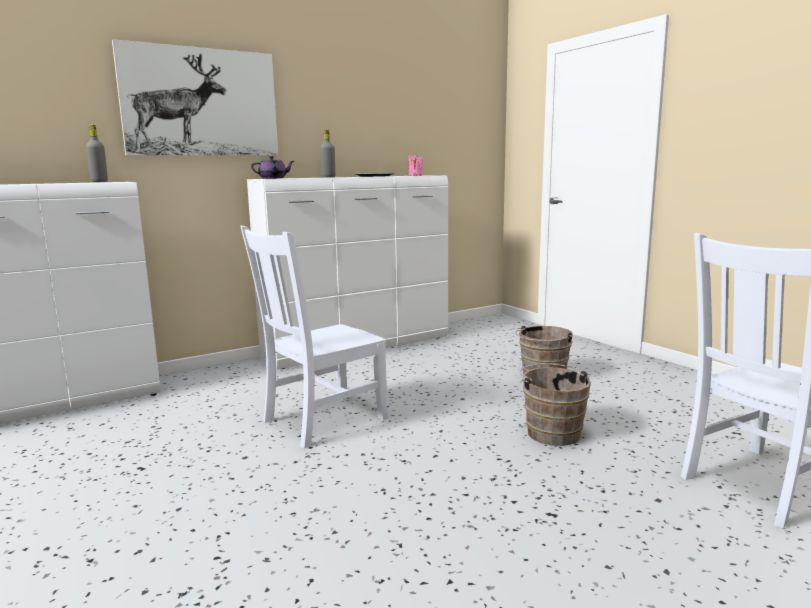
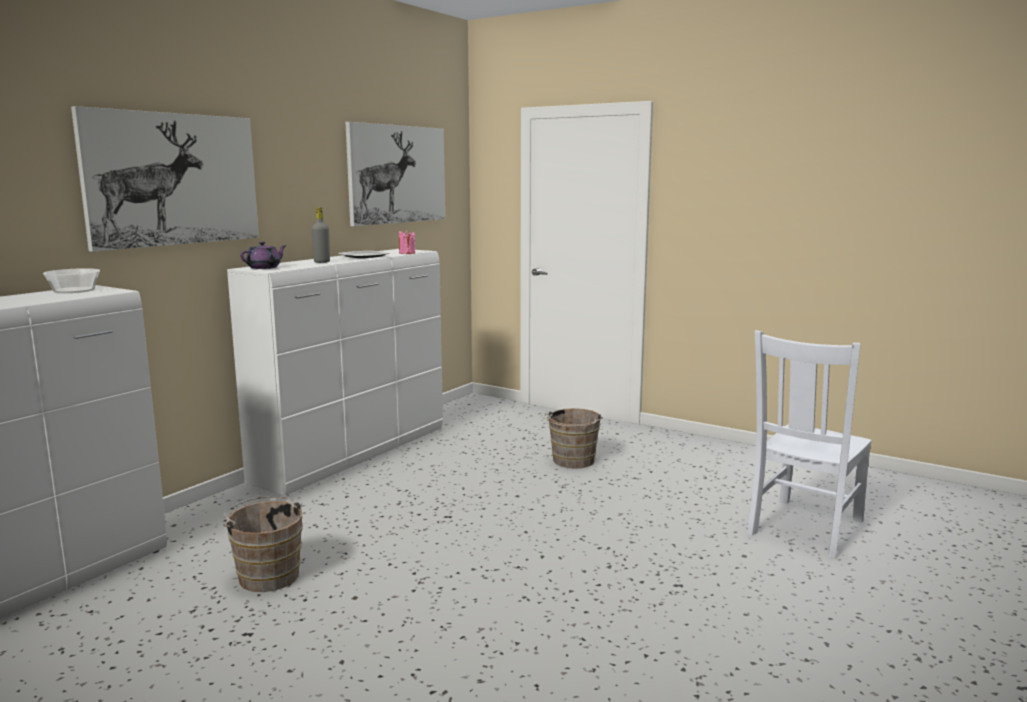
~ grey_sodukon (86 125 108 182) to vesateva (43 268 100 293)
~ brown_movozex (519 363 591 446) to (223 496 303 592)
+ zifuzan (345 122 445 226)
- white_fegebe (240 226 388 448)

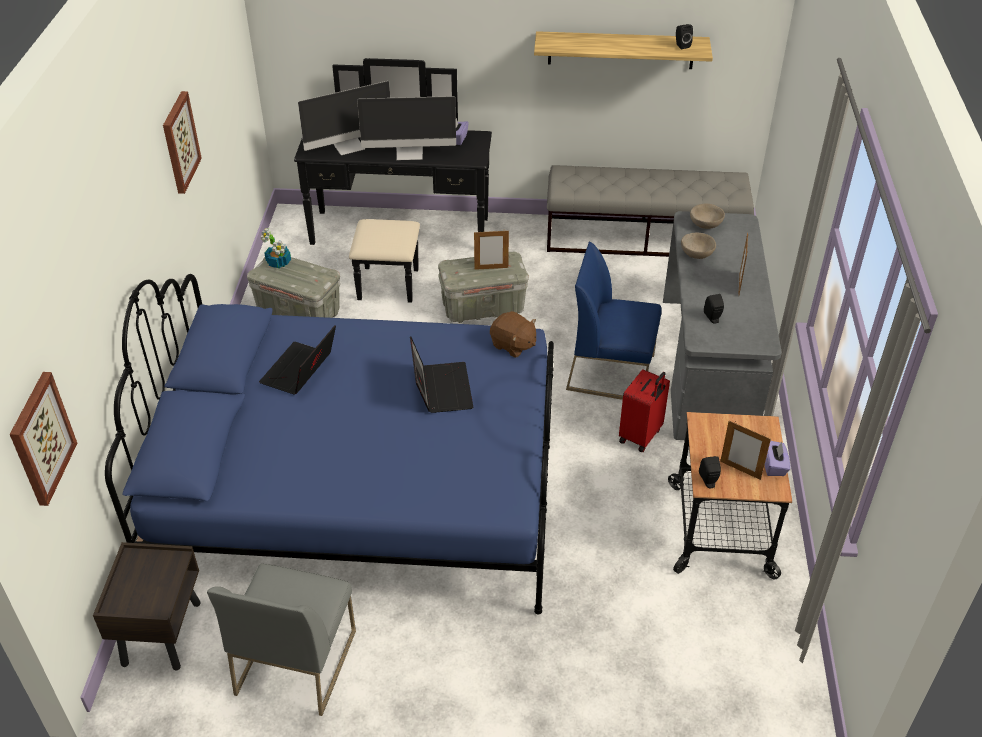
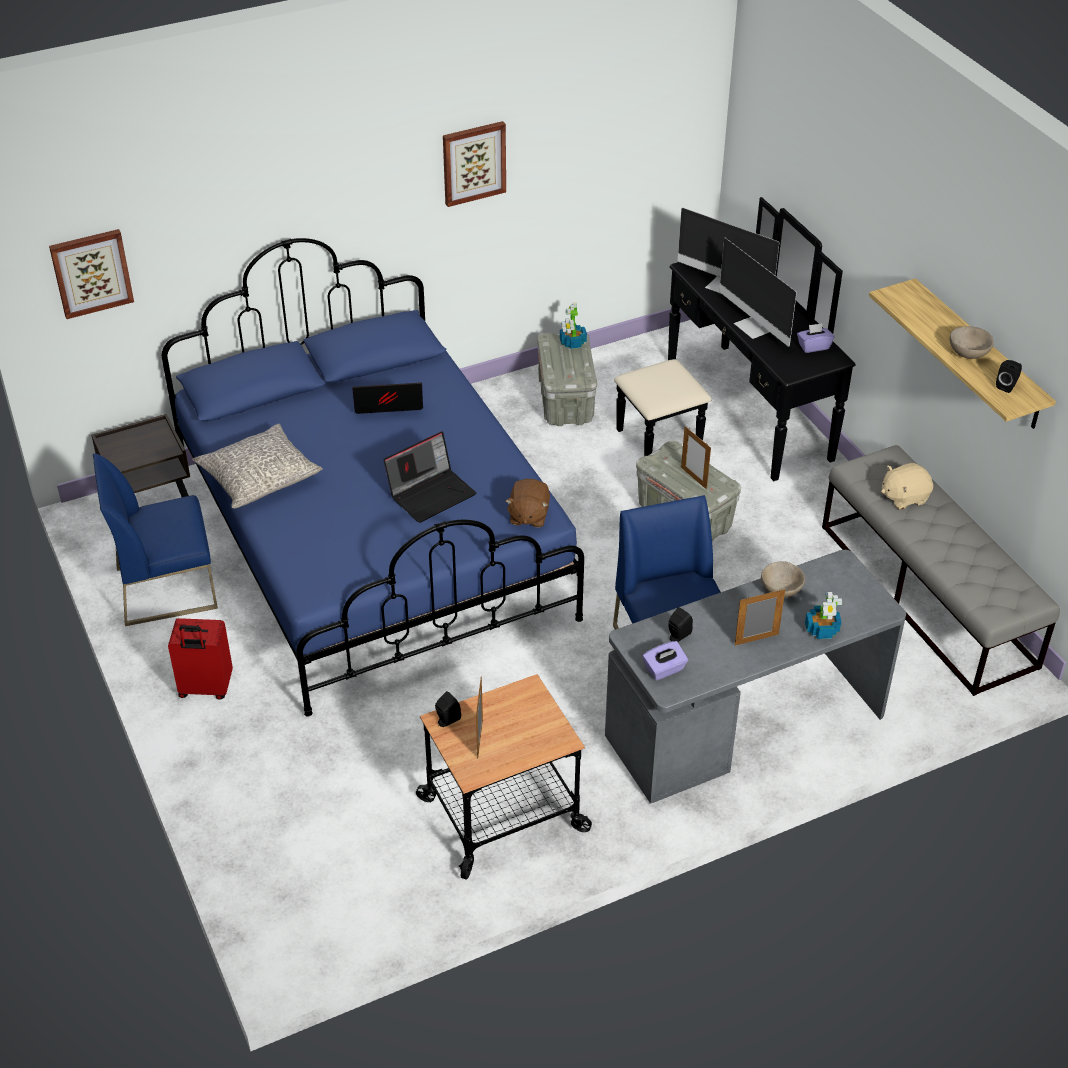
~ grey_fegebe (207 564 356 716) to blue_fegebe (93 454 218 626)
~ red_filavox (619 369 670 452) to (168 618 233 700)
+ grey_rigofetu (192 424 323 509)
~ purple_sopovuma (765 441 790 476) to (642 641 688 681)
+ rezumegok (805 592 842 639)
+ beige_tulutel (881 463 933 510)
~ beige_vesateva (690 204 725 229) to (950 326 994 359)

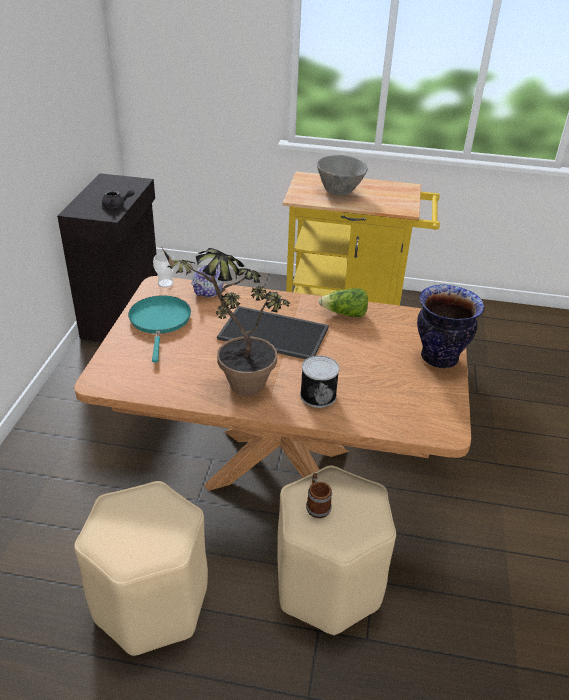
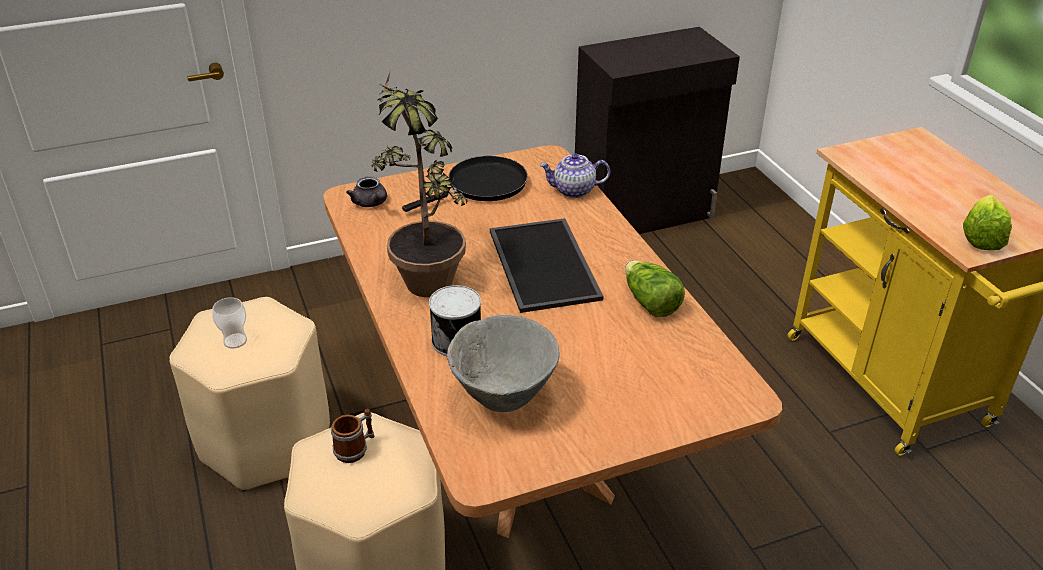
~ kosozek (153 253 175 288) to (212 297 247 349)
~ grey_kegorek (102 189 135 208) to (346 176 387 207)
~ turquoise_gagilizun (128 295 191 362) to black_gagilizun (402 156 528 212)
~ grey_vesateva (317 155 368 196) to (447 315 560 412)
+ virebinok (963 194 1012 250)
- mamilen (417 284 484 368)

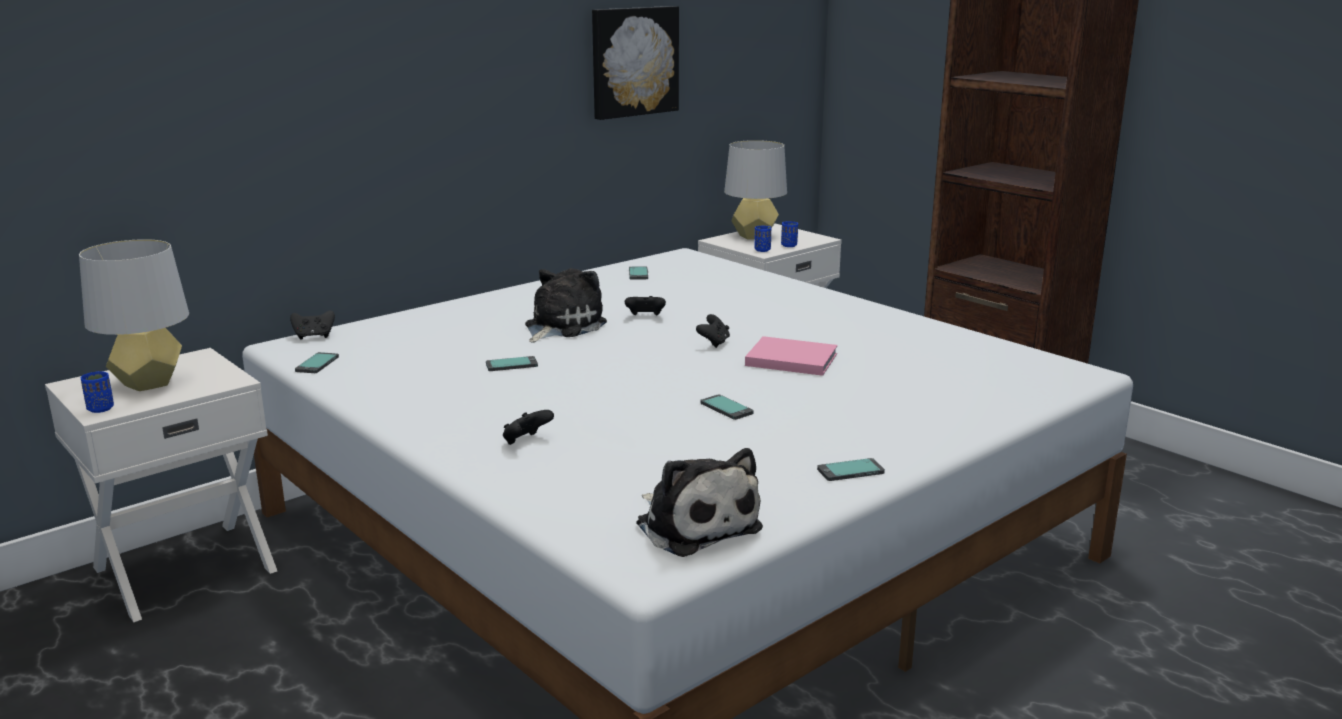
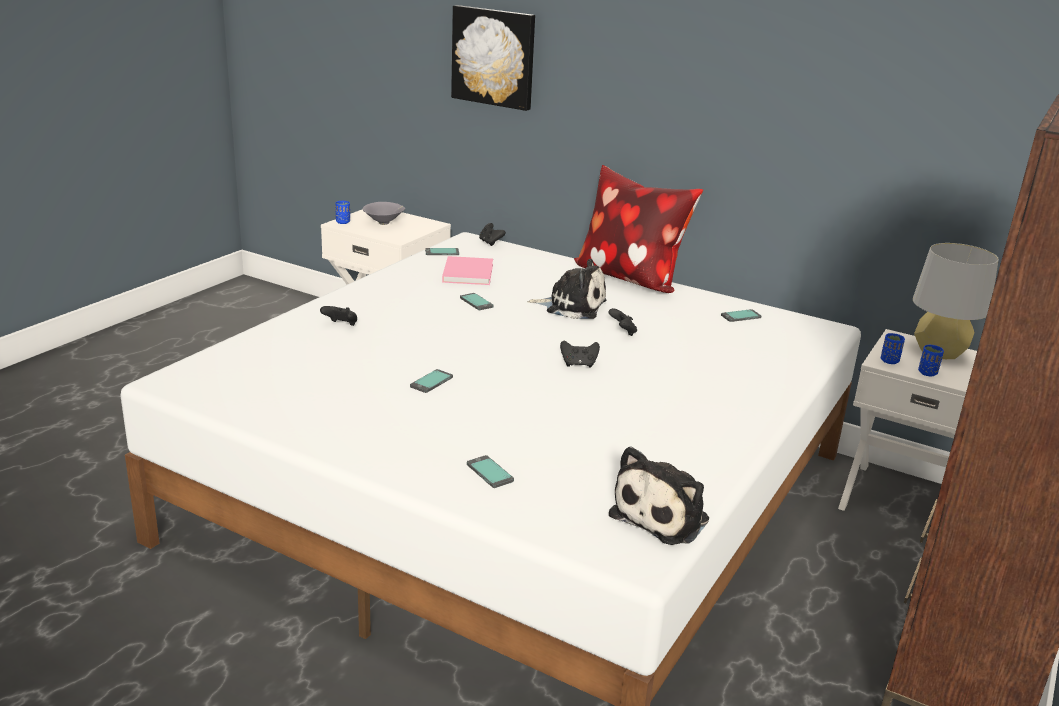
~ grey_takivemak (79 239 189 391) to grey_vesateva (362 202 405 225)
~ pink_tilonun (745 336 838 376) to (442 256 493 285)
~ zifuzan (592 6 679 120) to (451 5 535 111)
~ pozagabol (817 458 885 481) to (467 455 514 488)
+ rigofetu (574 165 703 293)
~ tulutel (636 448 763 557) to (609 446 709 545)

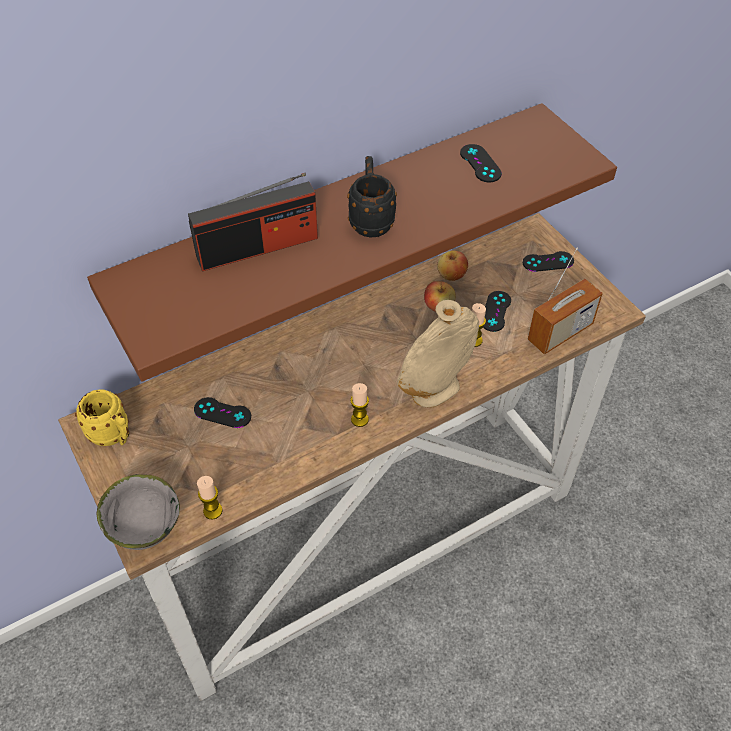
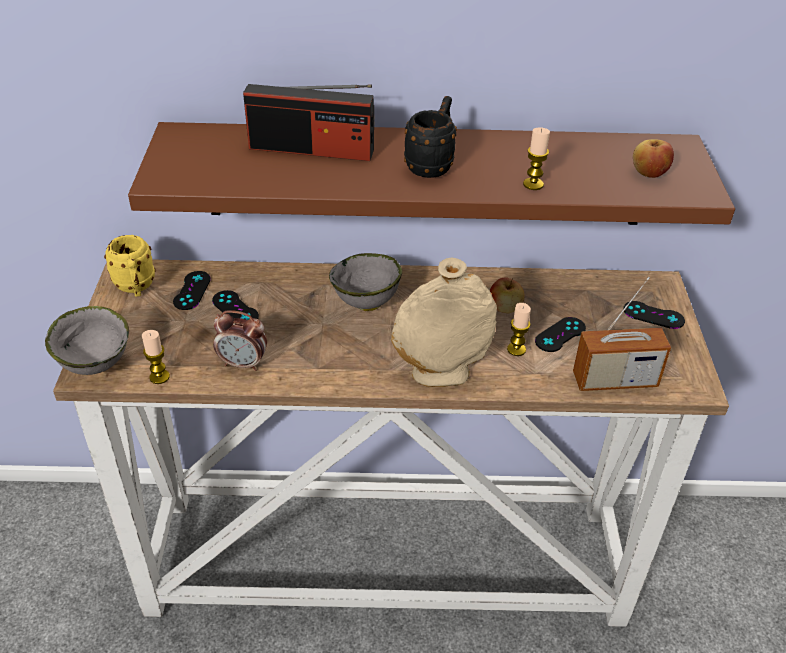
~ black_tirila (460 144 502 182) to (173 271 211 310)
+ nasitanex (213 310 267 371)
+ grey_vesateva (329 253 402 311)
~ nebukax (350 383 369 427) to (523 127 550 190)
~ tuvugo (437 251 468 281) to (633 139 674 178)

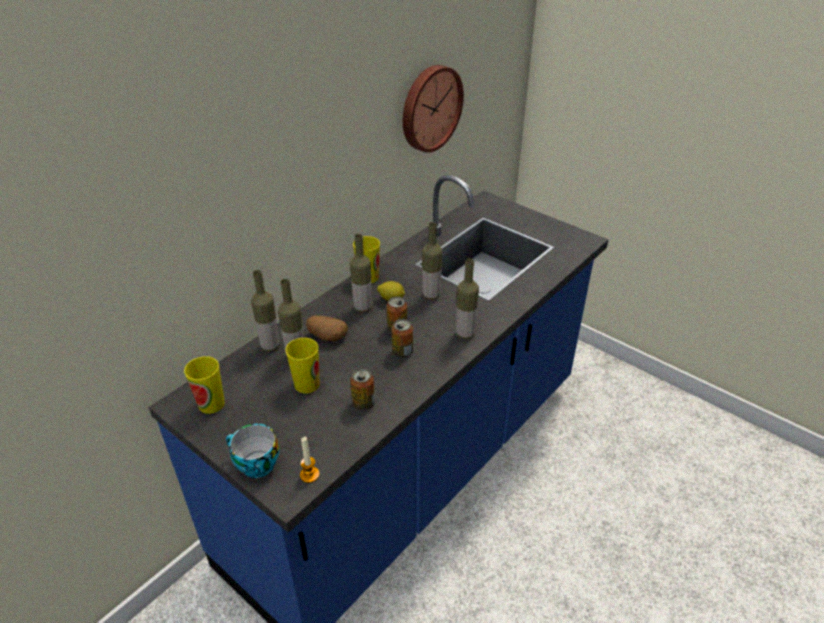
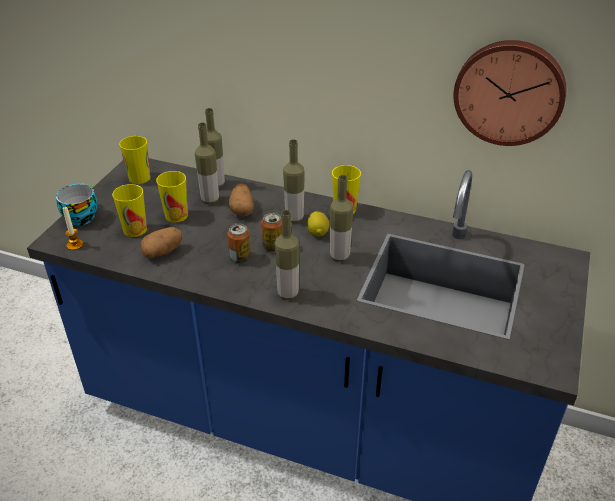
+ kosozek (112 184 147 237)
~ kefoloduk (350 369 375 410) to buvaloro (141 227 182 258)

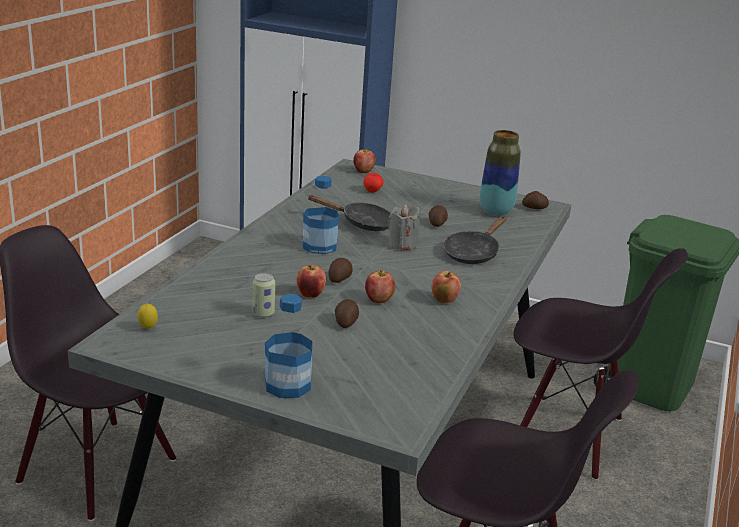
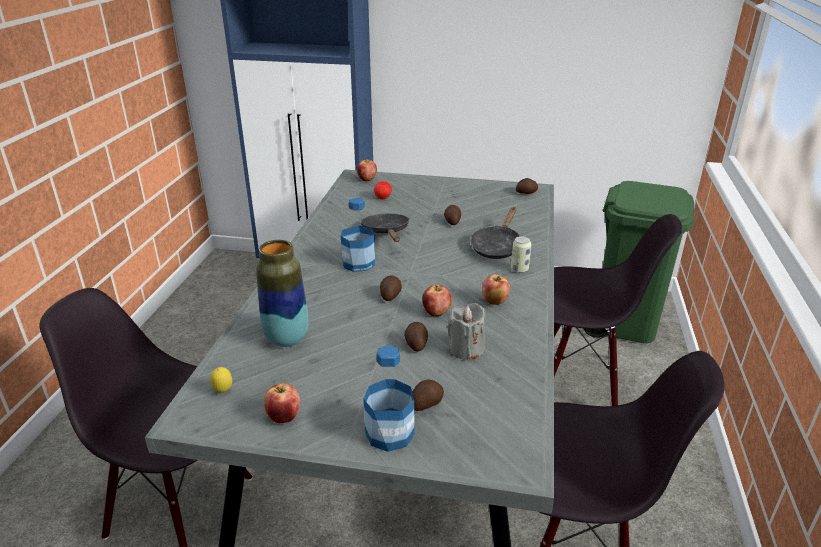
~ mamilen (480 130 521 216) to (256 240 309 347)
~ tuvugo (297 265 326 298) to (264 383 300 423)
~ black_gagilizun (307 195 390 231) = (361 214 410 242) 105 degrees counterclockwise
+ buvaloro (412 380 444 411)
~ grey_nebukax (388 204 421 250) to (447 303 486 361)
~ kefoloduk (252 273 275 318) to (511 236 531 273)

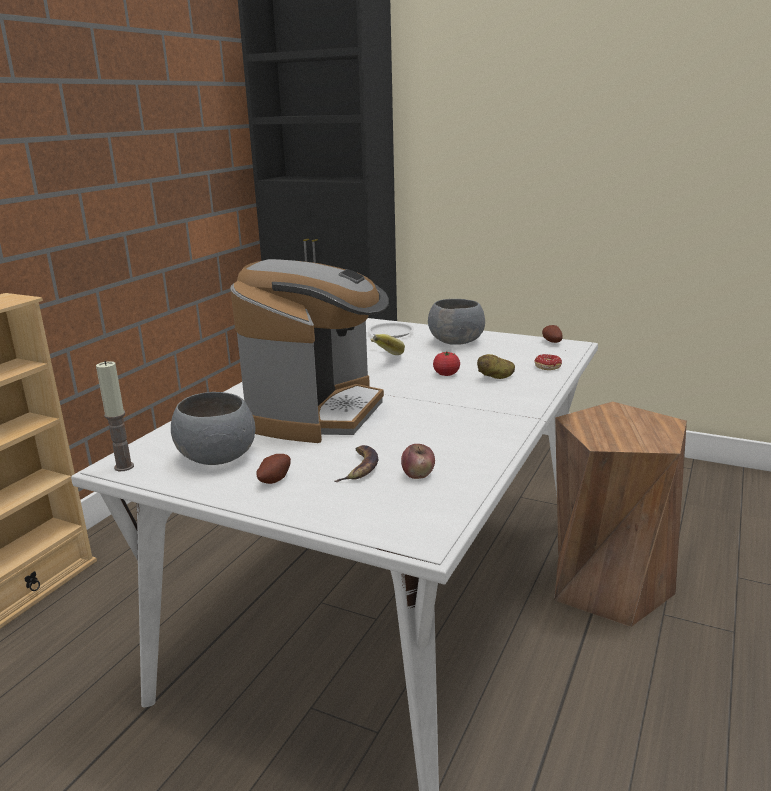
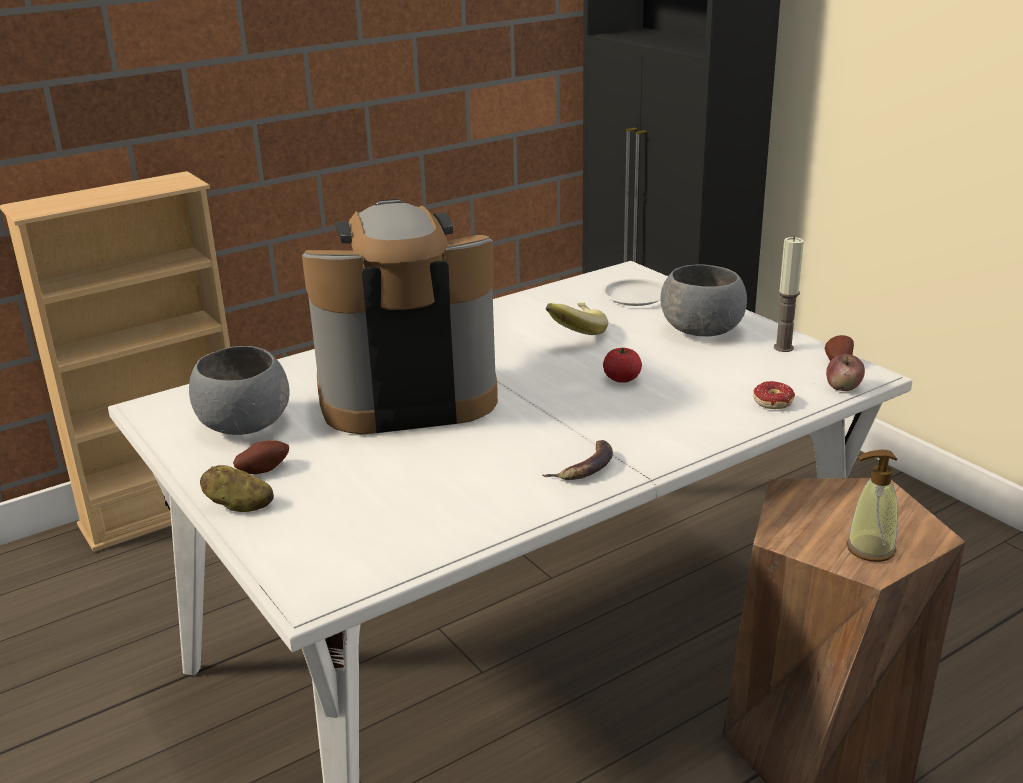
~ buvaloro (477 354 515 379) to (200 465 274 512)
~ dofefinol (231 259 389 443) = (302 199 498 435) 150 degrees counterclockwise
~ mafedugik (335 445 378 482) to (543 440 613 480)
~ nebukax (96 361 134 471) to (774 237 804 352)
~ tuvugo (401 444 435 479) to (826 354 865 391)
+ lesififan (846 450 898 562)

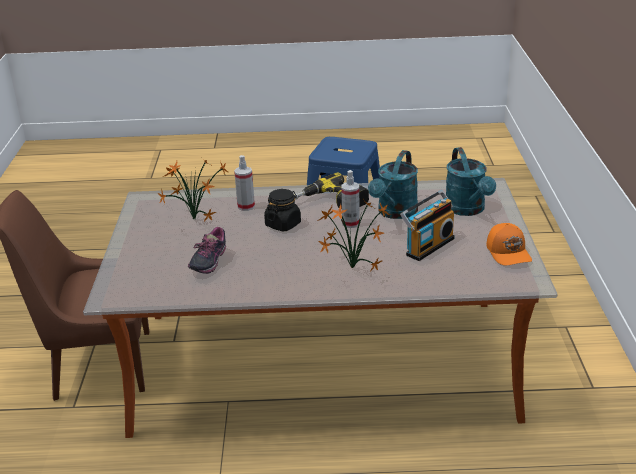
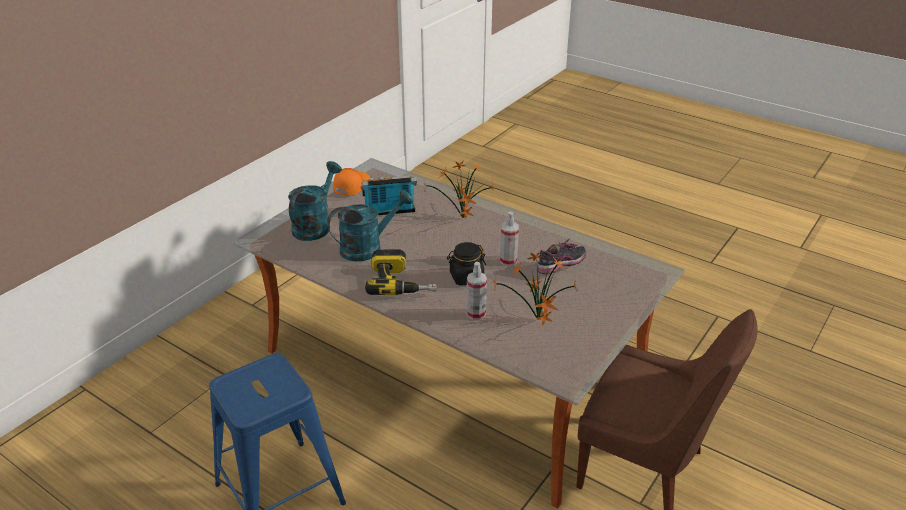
~ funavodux (341 170 360 228) to (500 211 519 266)

